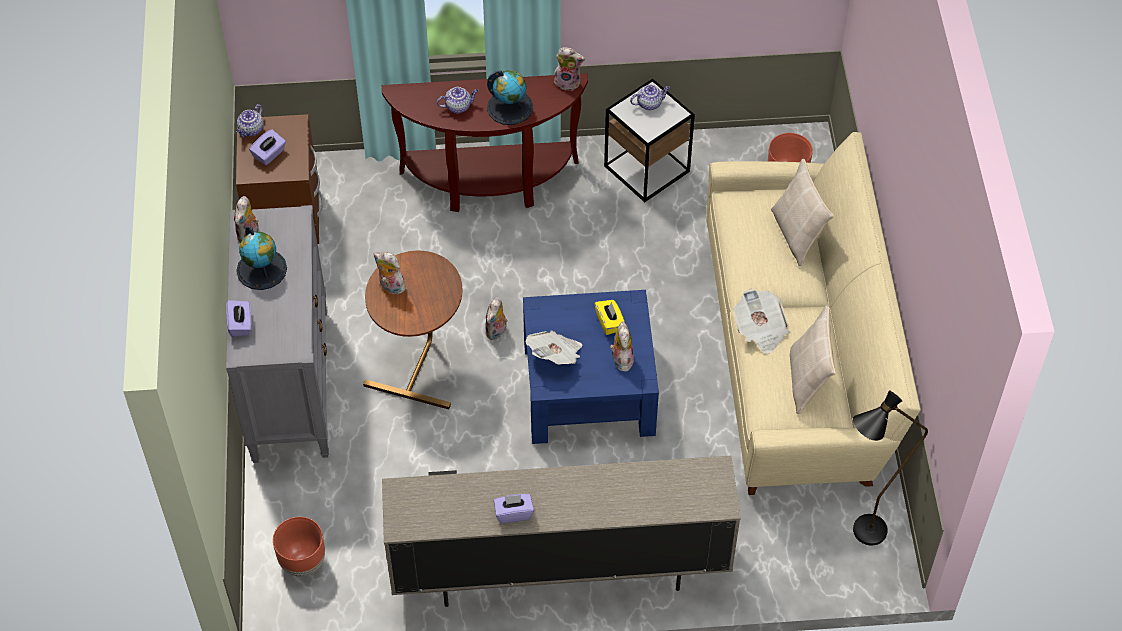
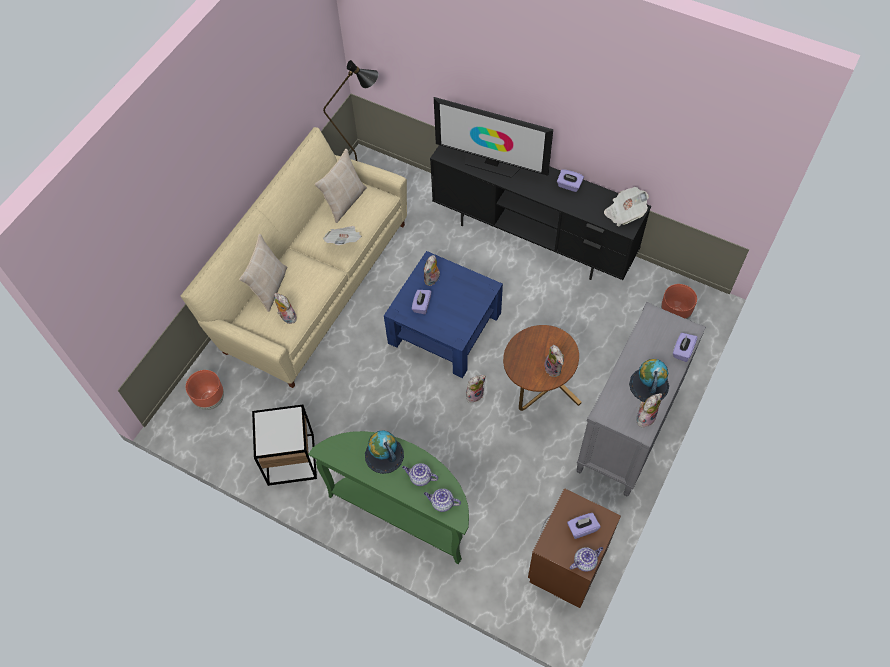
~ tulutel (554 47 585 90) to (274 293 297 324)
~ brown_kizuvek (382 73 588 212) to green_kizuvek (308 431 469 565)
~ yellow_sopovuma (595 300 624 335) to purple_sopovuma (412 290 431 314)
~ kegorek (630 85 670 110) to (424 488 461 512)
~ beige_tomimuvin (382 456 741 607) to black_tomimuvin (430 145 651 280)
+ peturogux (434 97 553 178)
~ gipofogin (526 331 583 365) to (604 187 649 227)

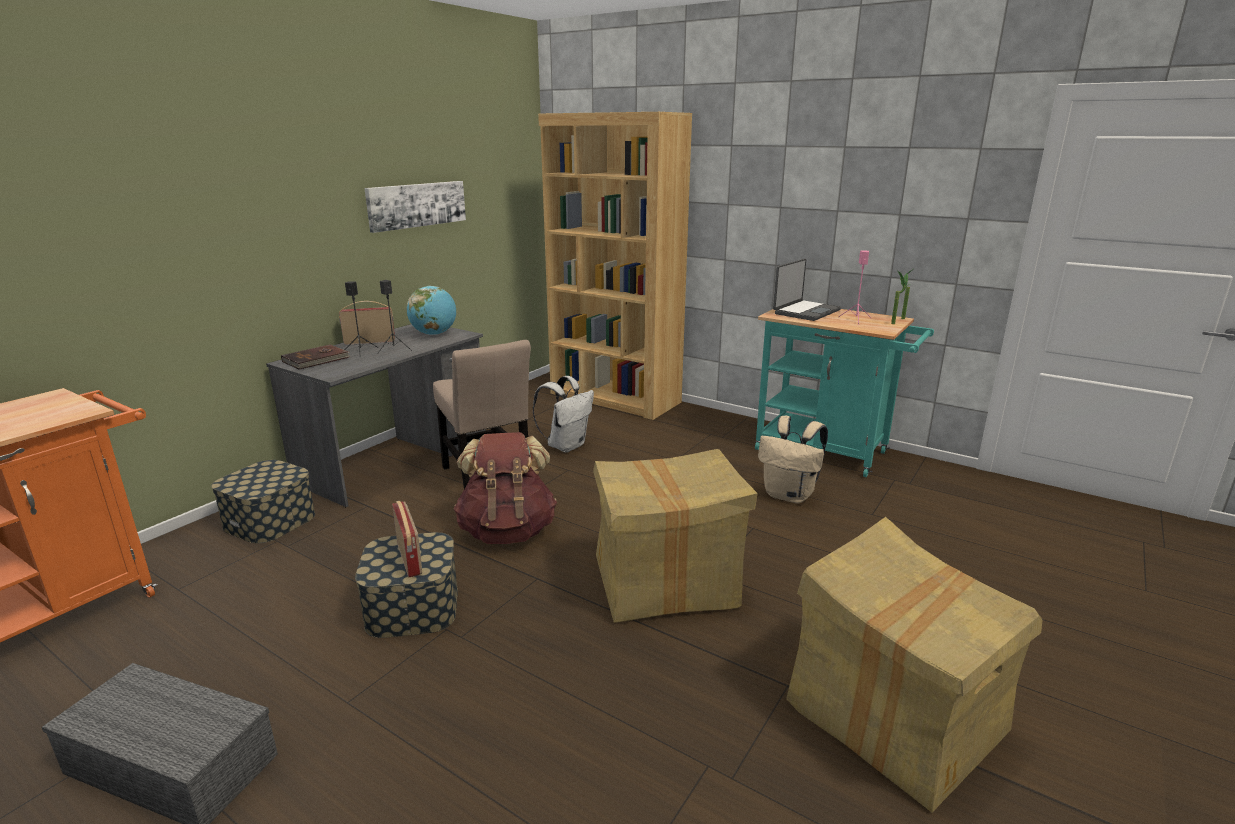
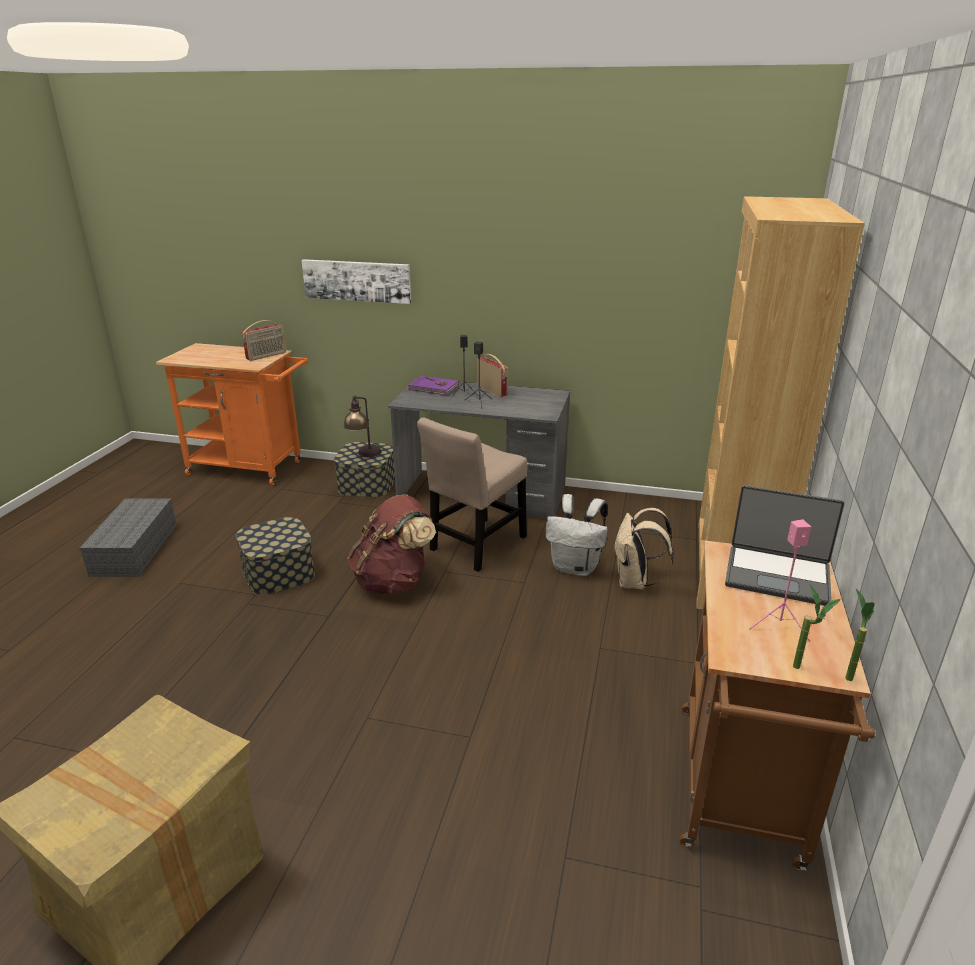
~ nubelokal (392 501 422 577) to (242 320 286 361)
~ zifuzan (364 181 466 233) to (302 259 411 304)
+ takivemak (343 395 382 457)
~ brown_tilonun (281 344 350 370) to purple_tilonun (408 376 459 395)
~ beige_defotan (758 415 828 503) to (613 508 673 590)
~ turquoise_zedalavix (755 309 934 477) to brown_zedalavix (679 541 875 871)
- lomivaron (406 286 456 335)
- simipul (593 449 758 623)

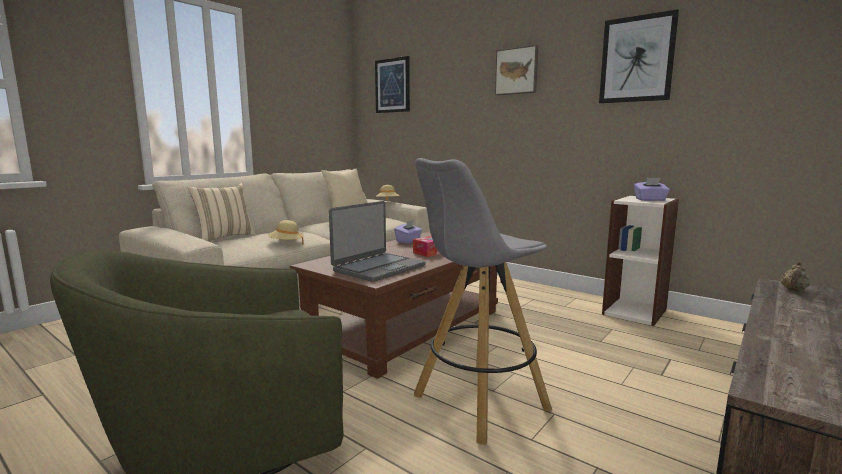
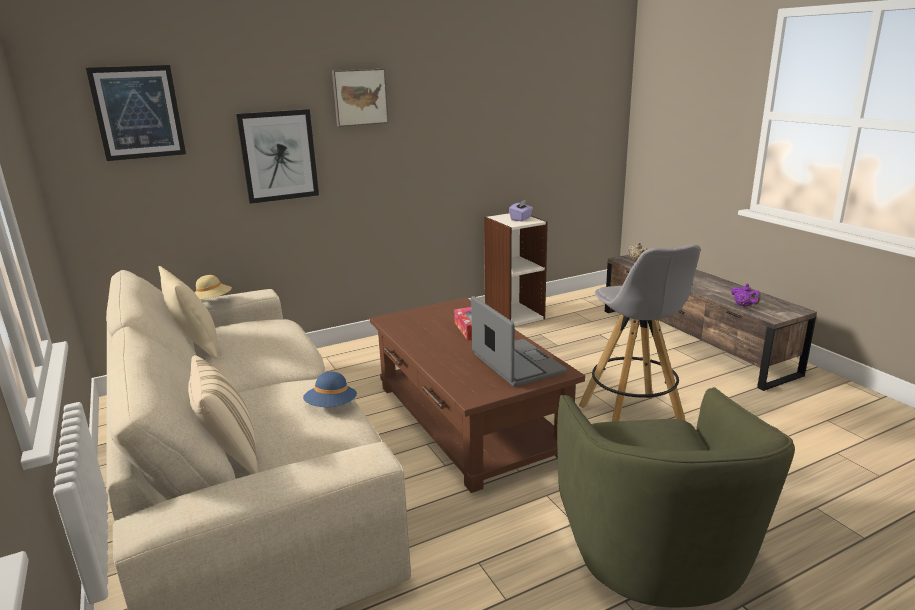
~ zifuzan (599 9 679 103) to (236 109 319 204)
~ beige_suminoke (268 220 304 245) to blue_suminoke (303 372 357 407)
+ purple_kegorek (731 284 761 307)
- purple_sopovuma (394 220 422 244)

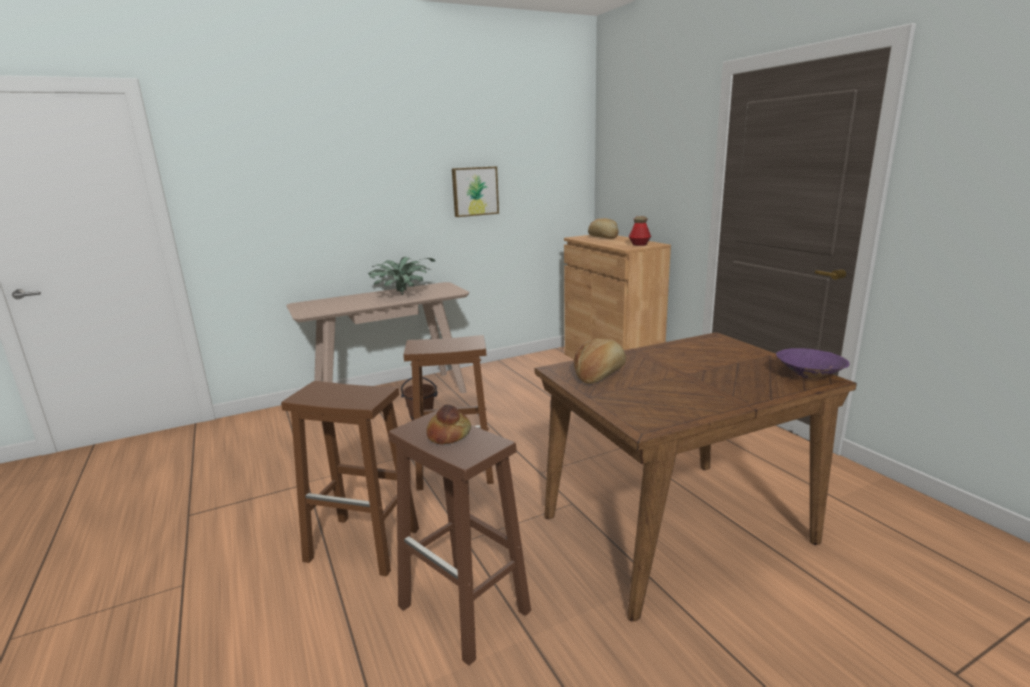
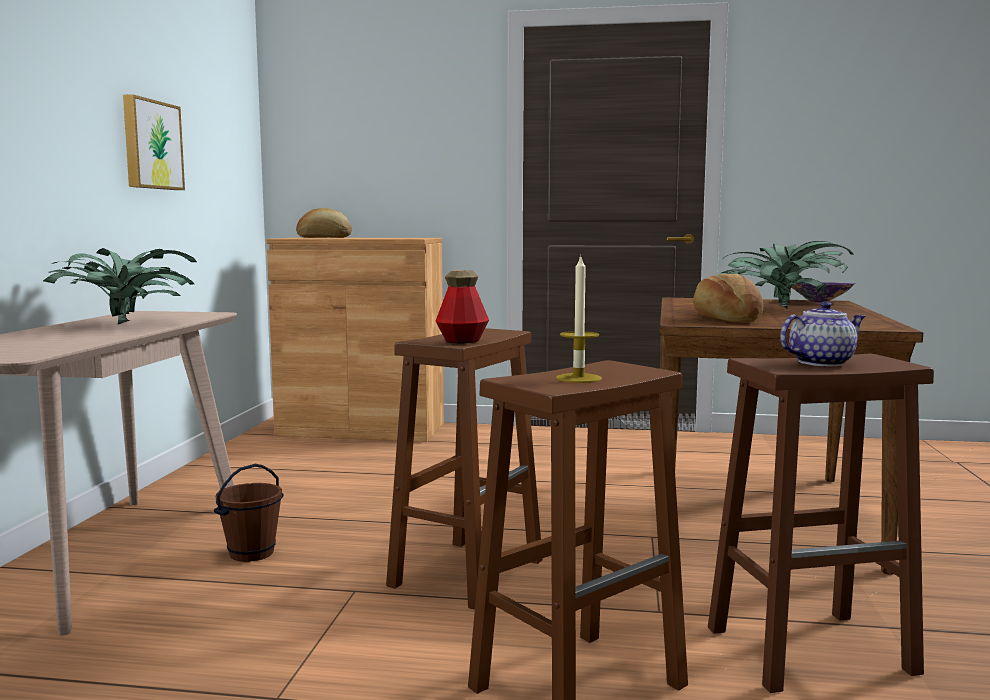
~ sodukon (629 216 651 246) to (436 270 489 344)
+ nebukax (556 254 602 383)
+ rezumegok (720 241 854 309)
~ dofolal (427 404 471 444) to kegorek (780 301 865 366)

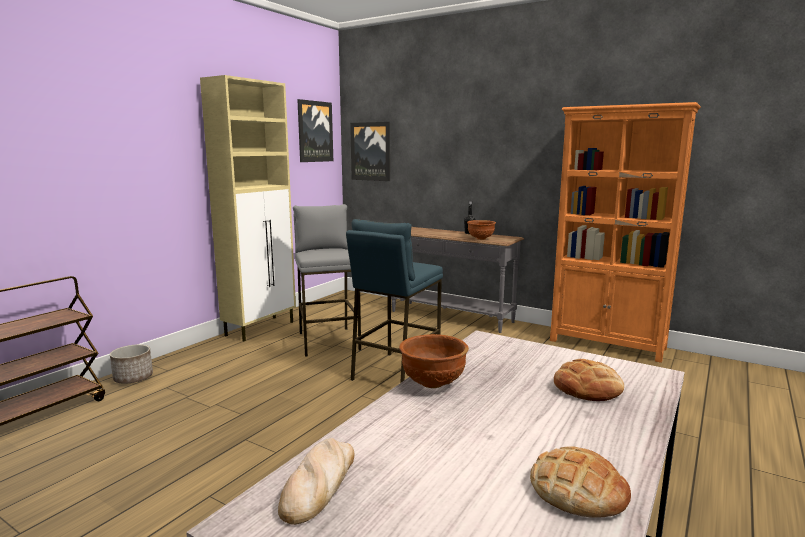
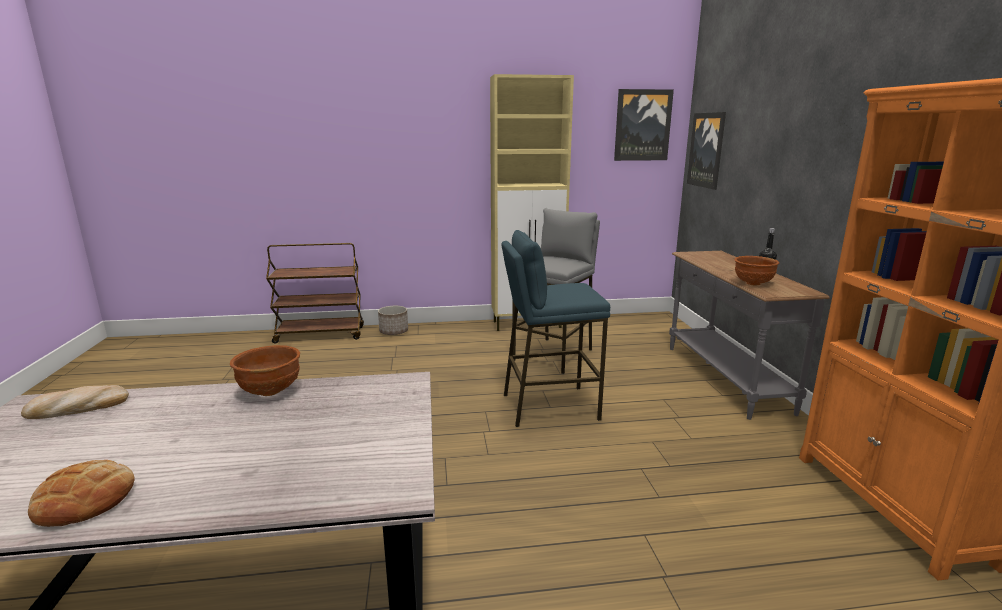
- dofolal (554 359 624 401)

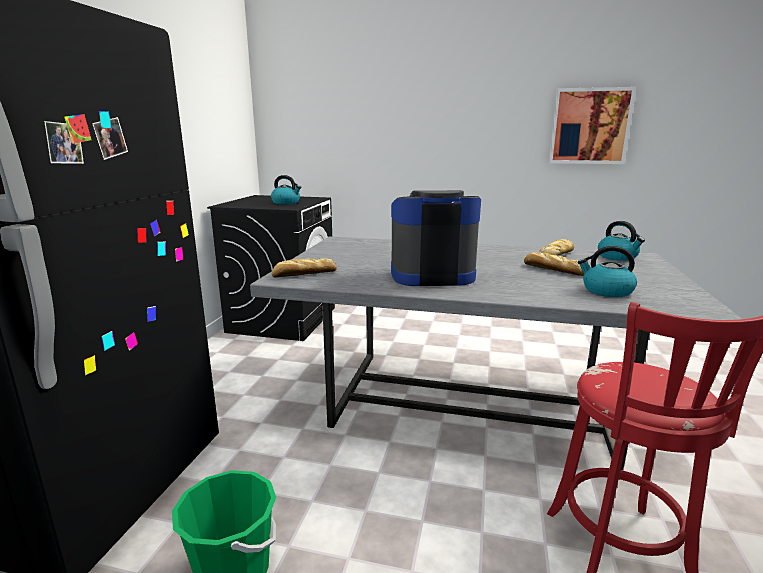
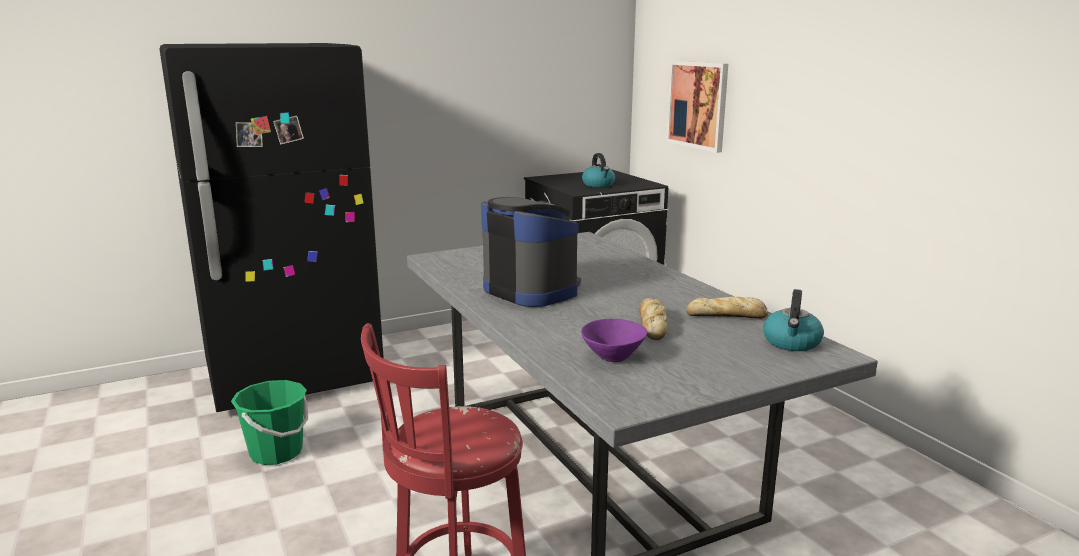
~ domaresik (578 246 637 297) to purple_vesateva (581 319 647 362)
~ zifuzan (549 87 636 164) to (666 61 728 153)
- dofolal (271 258 337 277)

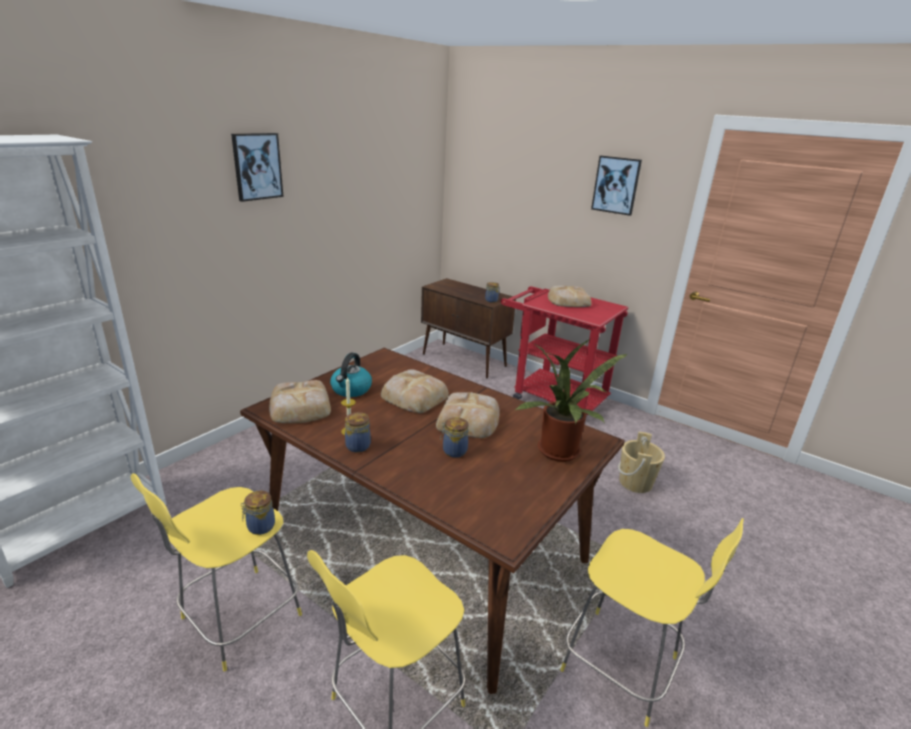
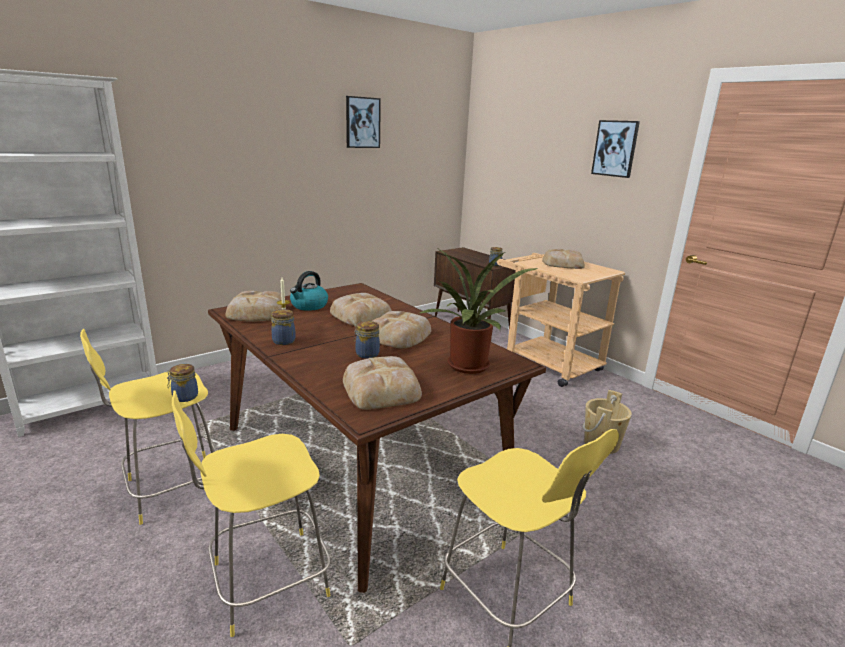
+ dofolal (343 356 422 410)
~ zifuzan (231 133 283 202) to (346 96 381 148)
~ red_zedalavix (501 286 628 415) to beige_zedalavix (497 253 625 387)

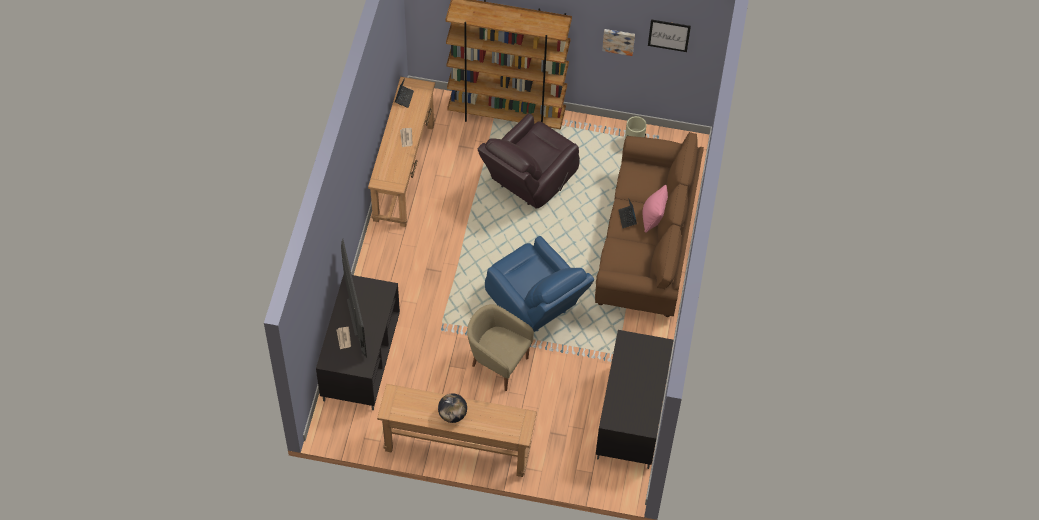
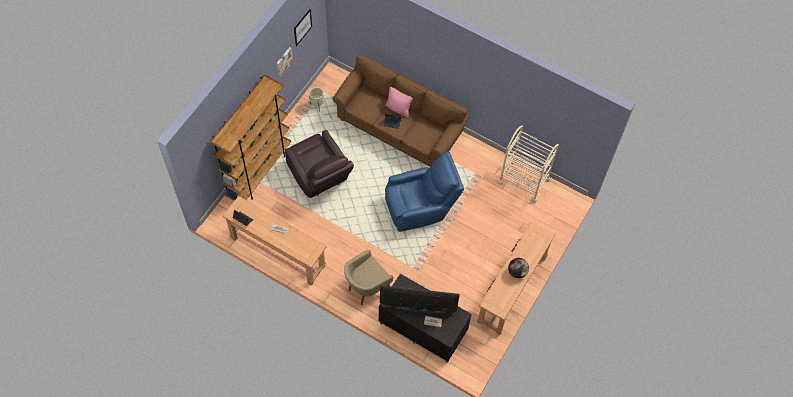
~ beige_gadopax (467 304 534 391) to (344 250 393 305)
~ black_tomimuvin (596 330 673 469) to beige_zedalavix (498 125 559 203)

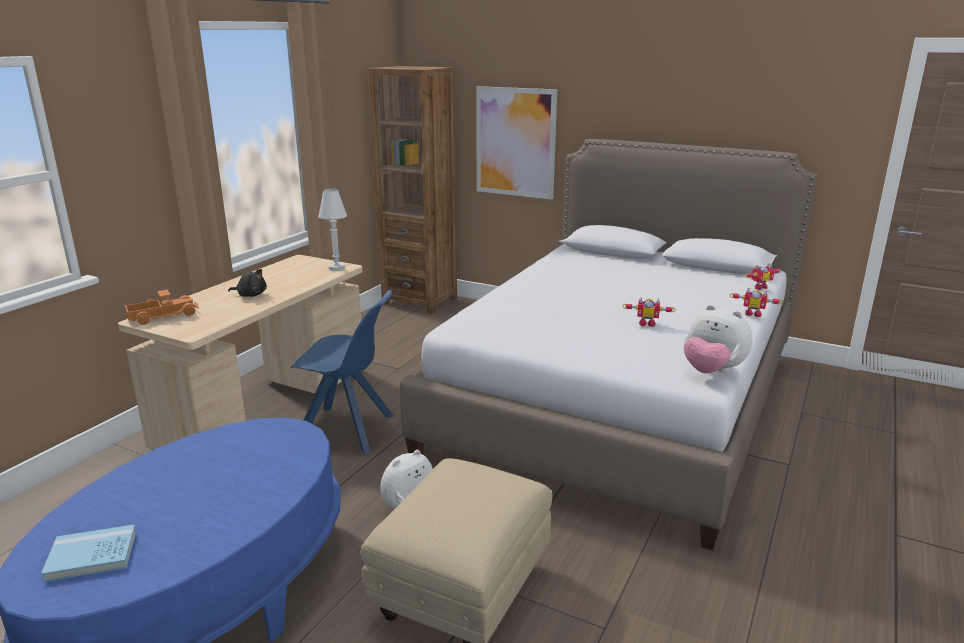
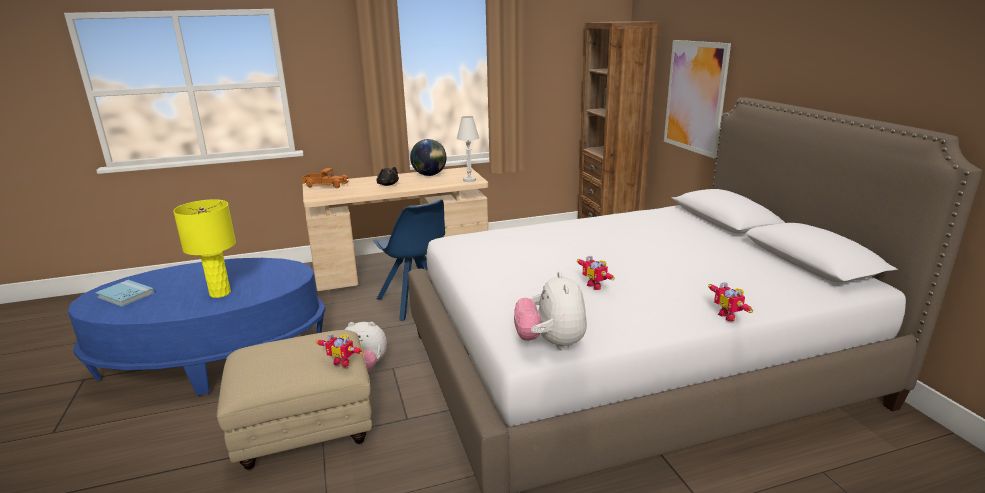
+ yellow_takivemak (173 199 236 298)
~ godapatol (745 263 781 290) to (316 334 364 367)
+ lomivaron (410 139 447 176)

